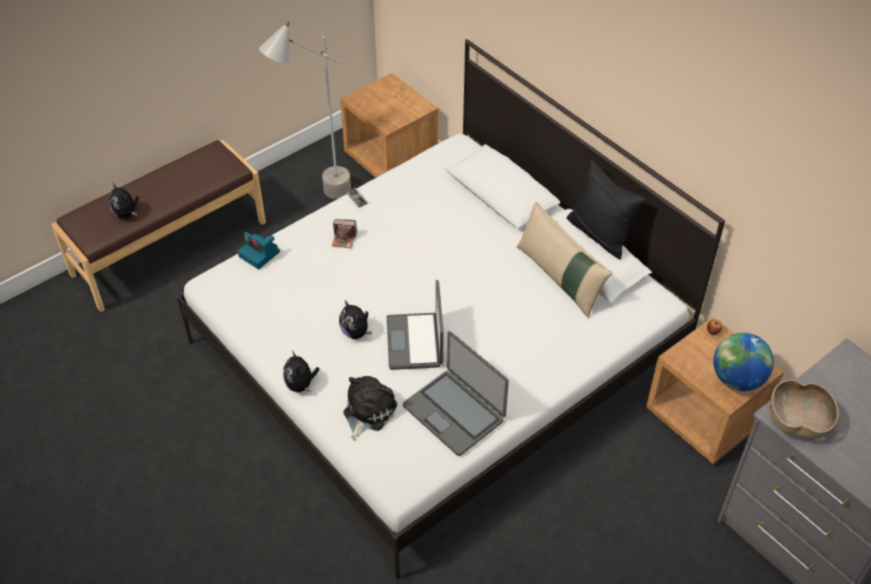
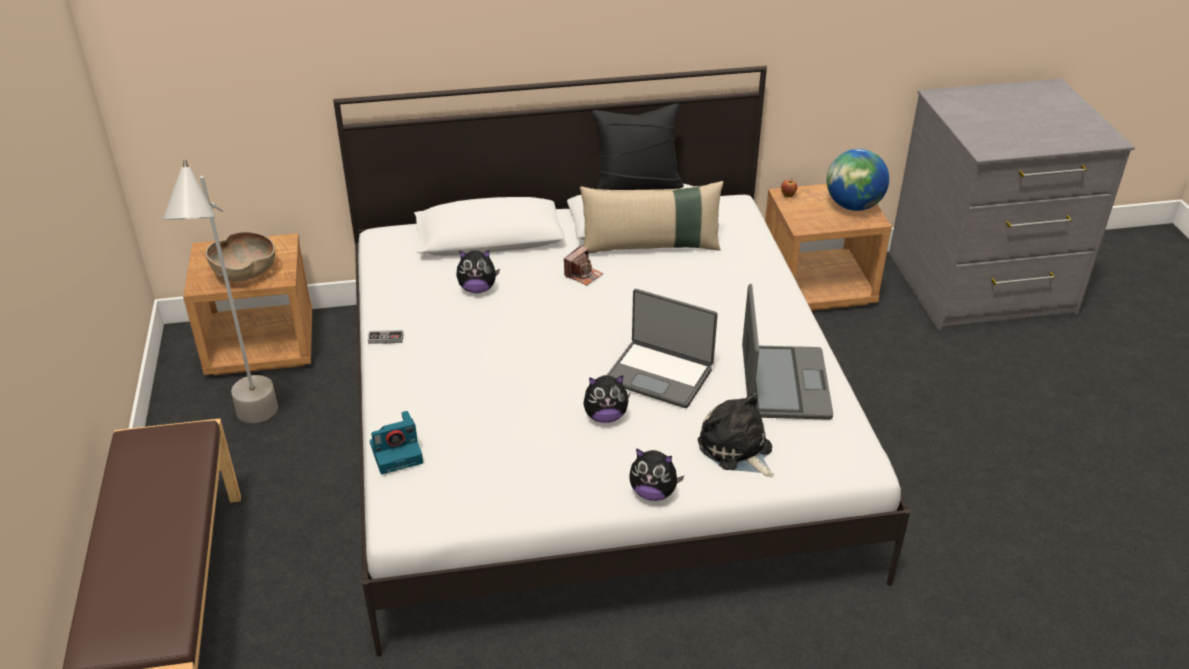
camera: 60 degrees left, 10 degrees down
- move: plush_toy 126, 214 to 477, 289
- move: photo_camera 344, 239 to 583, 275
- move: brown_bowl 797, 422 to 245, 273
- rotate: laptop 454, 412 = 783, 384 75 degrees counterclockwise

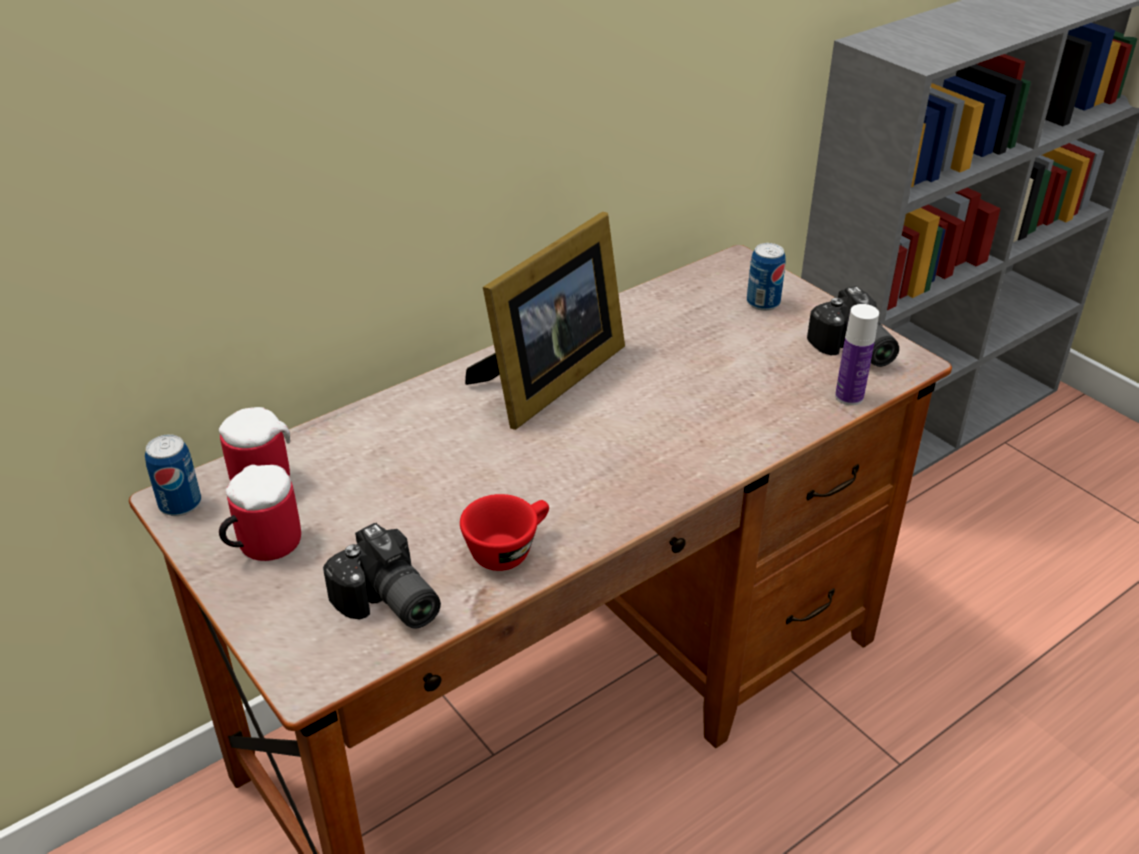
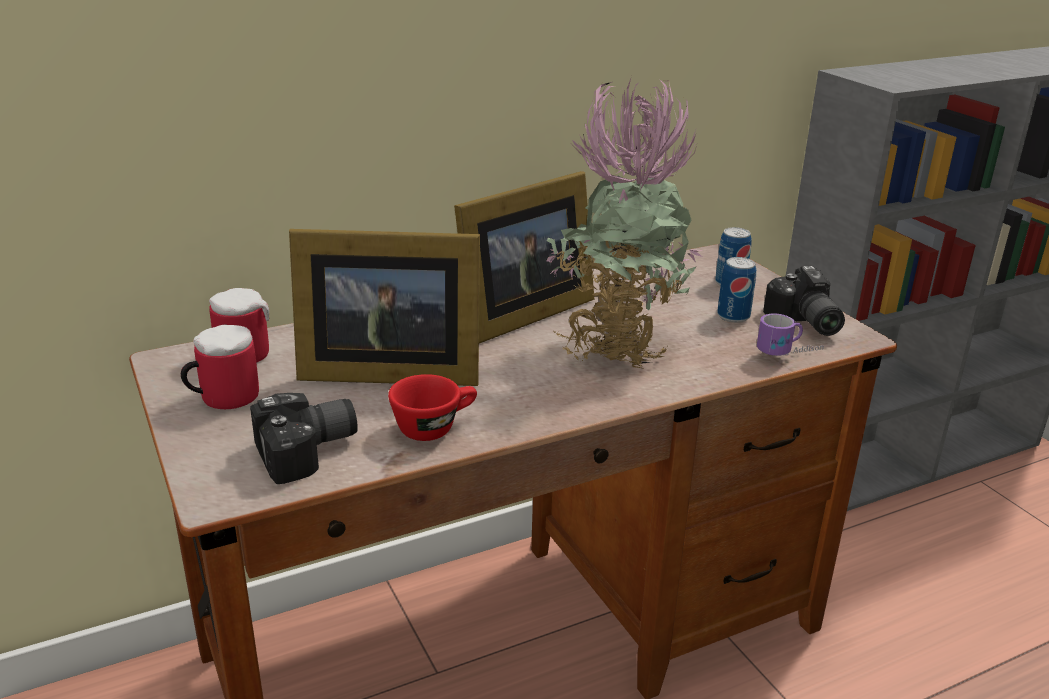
camera: 10 degrees right, 10 degrees down
- insert: picture_frame 384, 370
- insert: potted_plant 615, 346
- move: can 180, 504 to 733, 316
- replace: bottle 849, 397 to mug 790, 355
- rotate: photo_camera 387, 604 = 310, 453 90 degrees counterclockwise

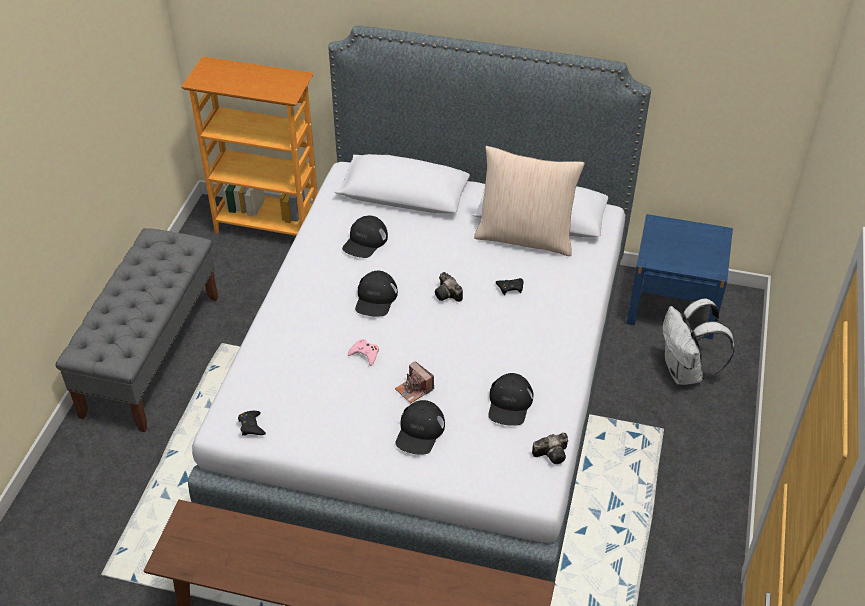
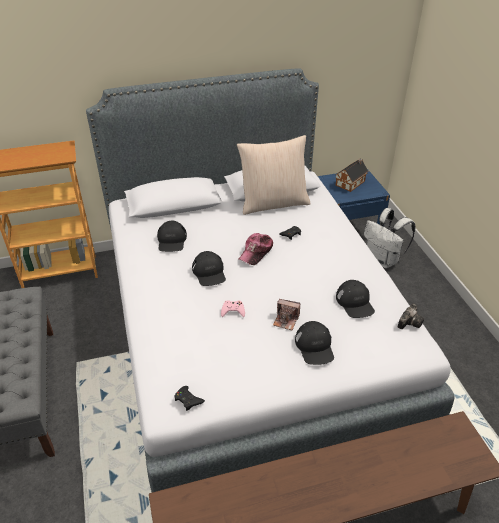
camera: 30 degrees left, 5 degrees down
- insert: toy_house 351, 182
- replace: photo_camera 448, 295 to cap 256, 252

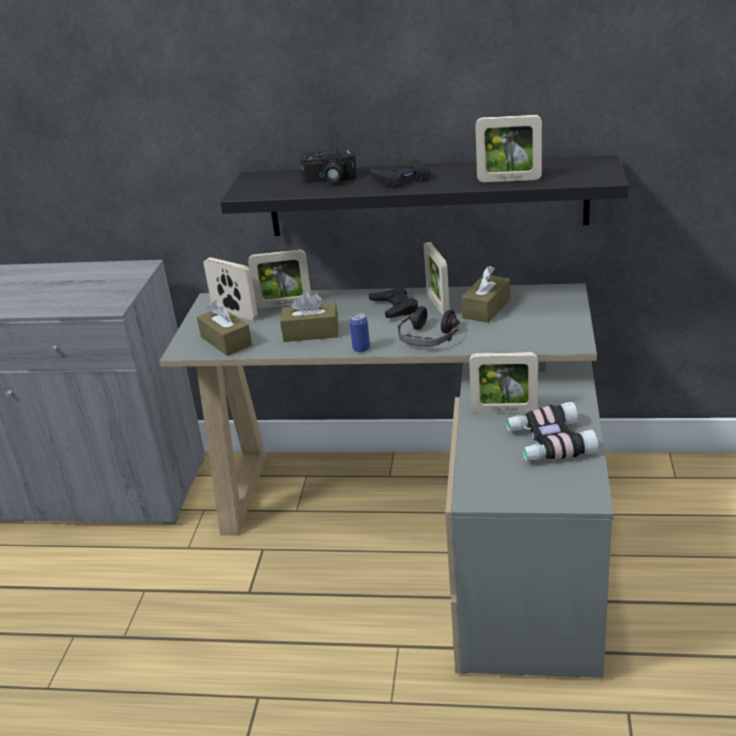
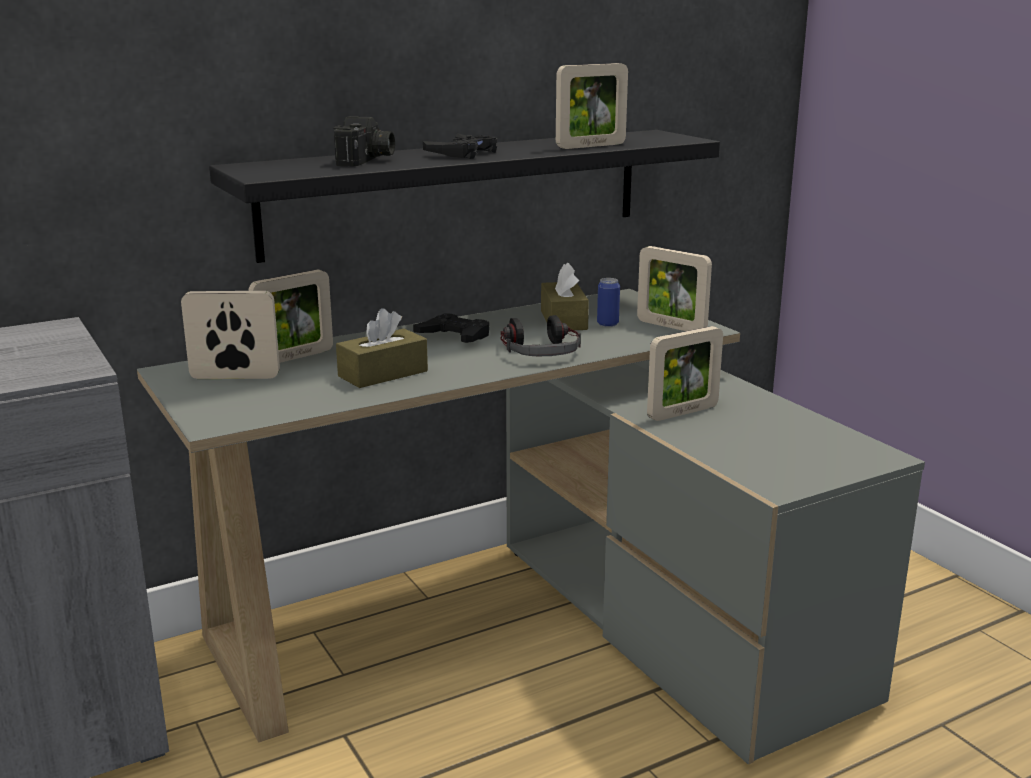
camera: 40 degrees left, 10 degrees down
- delete: brown_tissue_box 226, 341
- delete: binoculars 548, 442
- move: can 361, 348 to 607, 324
- move: picture_frame 438, 304 to 671, 326
- rotate: photo_camera 329, 180 = 366, 160 45 degrees counterclockwise

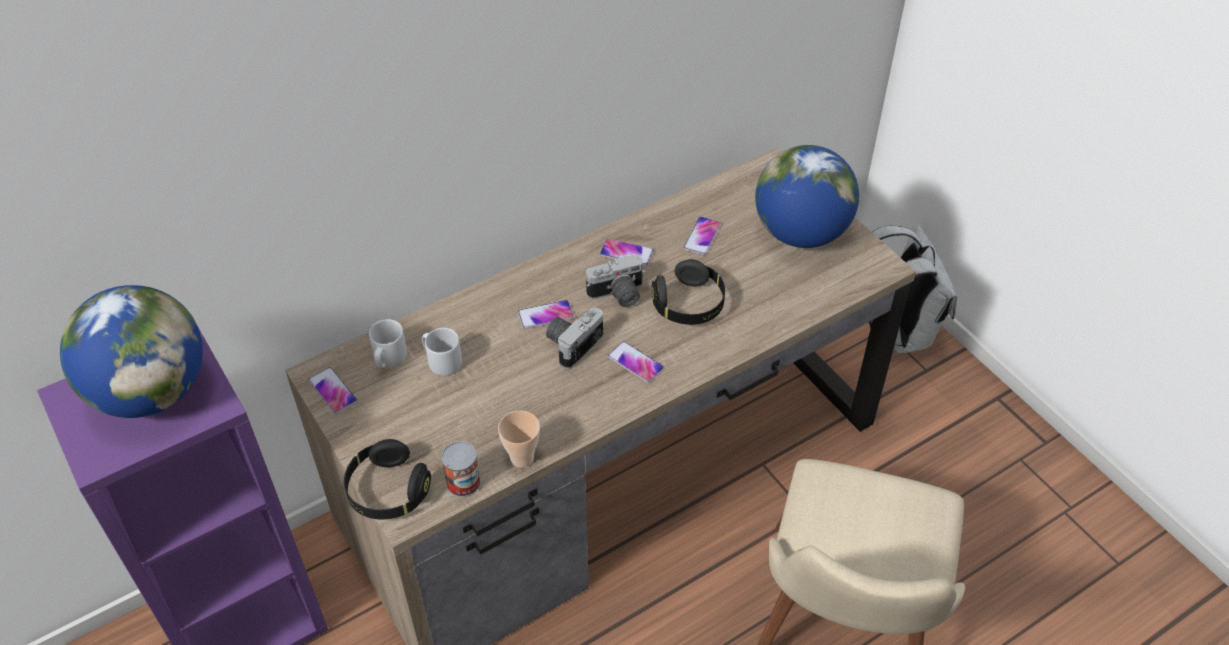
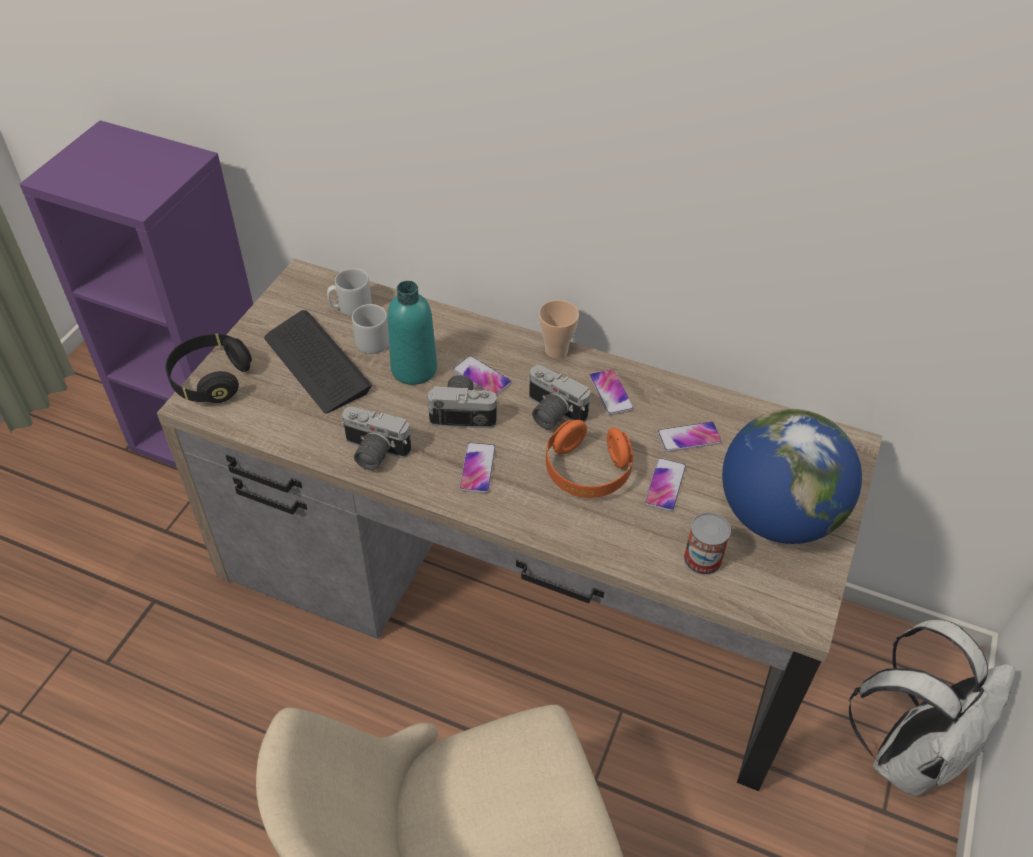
camera: 55 degrees right, 0 degrees up
- delete: globe 151, 392
- insert: keyboard 316, 363
- insert: photo_camera 372, 453
- insert: turquoise_bottle 414, 369
- move: phone 333, 391 to 665, 485
- move: can 463, 482 to 702, 559
- move: cup 522, 458 to 556, 350
- recolor: black_headphones 689, 305 to orange_headphones 587, 472

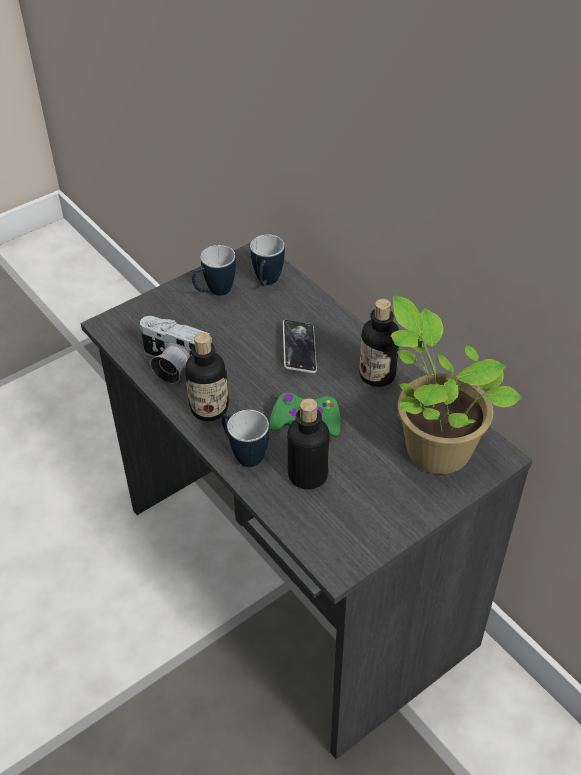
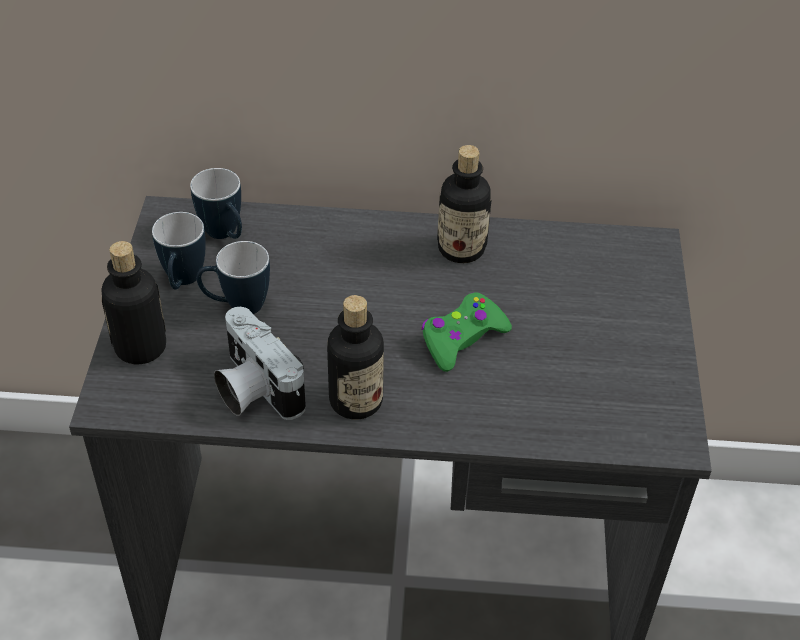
camera: 50 degrees left, 0 degrees up
- delete: phone 299, 349
- delete: potted_plant 433, 447
- move: mug 244, 454 to 237, 306
- move: bottle 308, 475 to 140, 347
- rotate: photo_camera 173, 366 = 253, 389 75 degrees clockwise

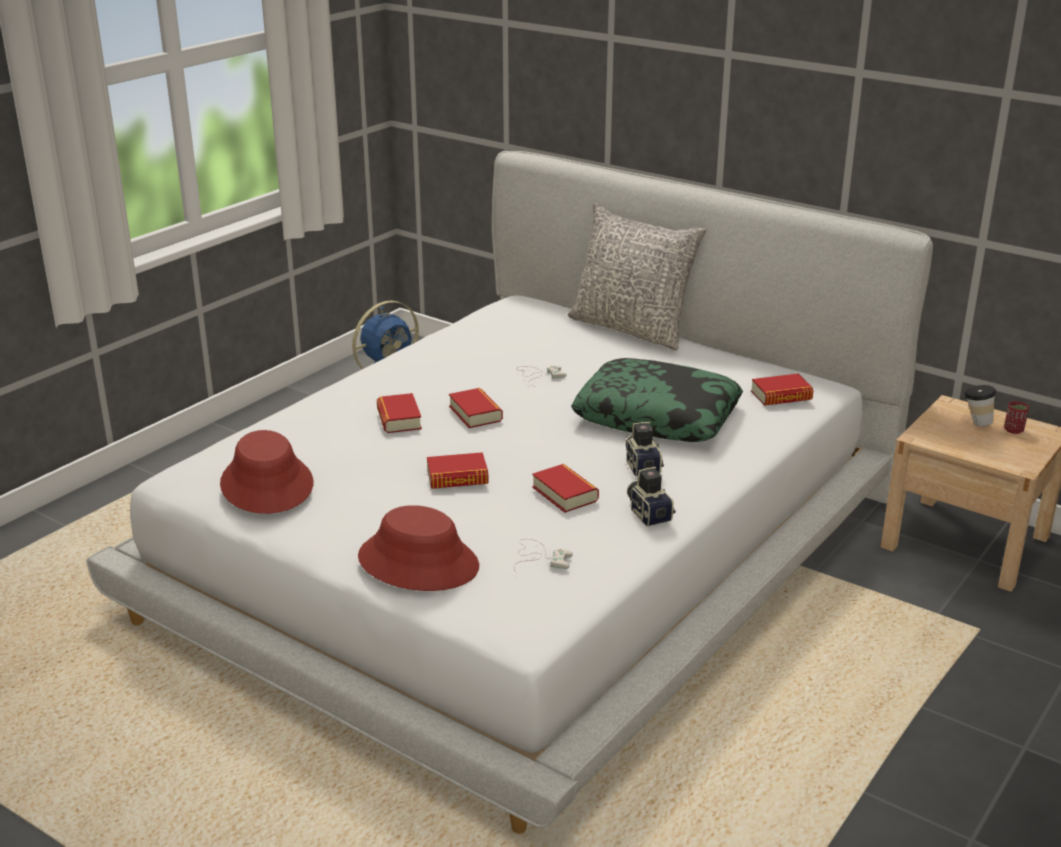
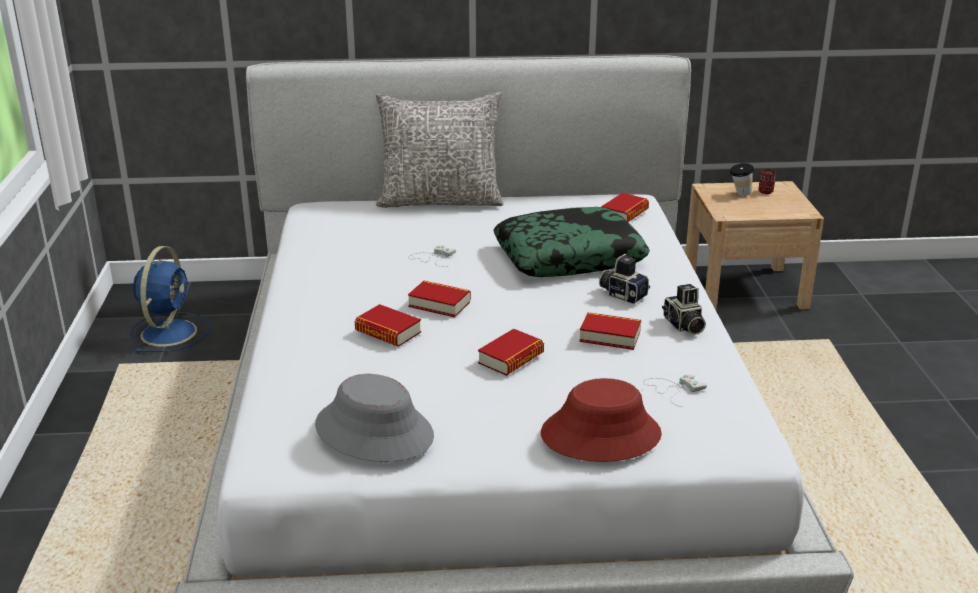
camera: 40 degrees left, 0 degrees up
- recolor: red_hat 267, 484 to grey_hat 374, 431
- rotate: photo_camera 649, 513 = 683, 326 135 degrees counterclockwise

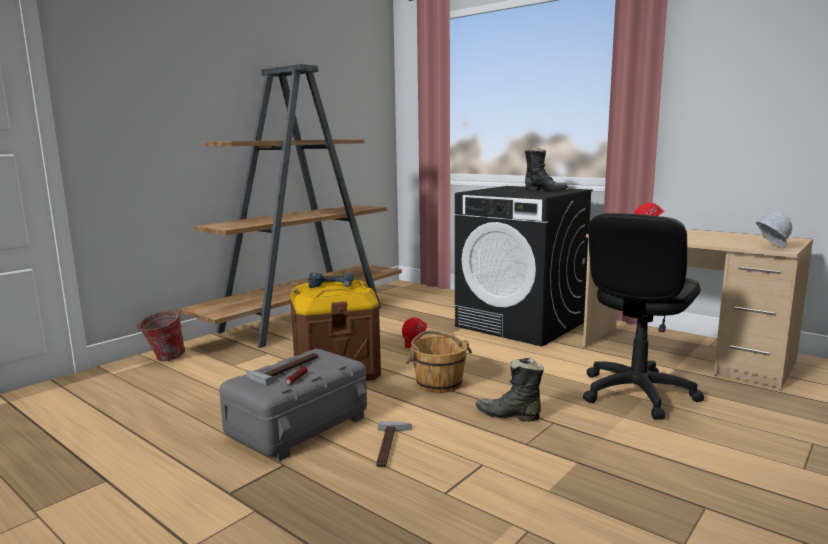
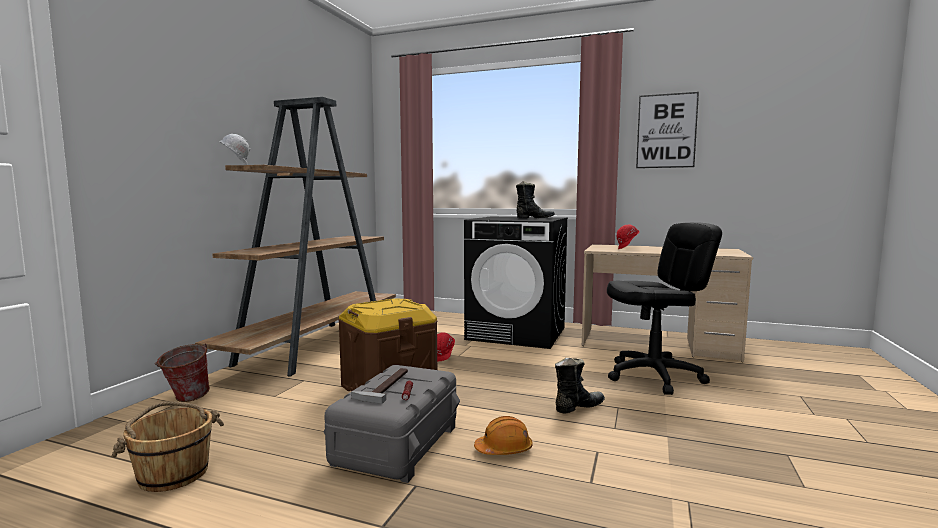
camera: 20 degrees left, 5 degrees down
- delete: power_drill 331, 286
- insert: picture 666, 131
- move: brown_bucket 438, 383 to 173, 473
- move: white_hard_hat 770, 248 to 235, 165
- replace: hammer 390, 446 to orange_hard_hat 504, 449
- rotate: black_boot 508, 415 = 578, 407 150 degrees clockwise
- rotate: black_office_chair 636, 393 = 654, 376 120 degrees counterclockwise

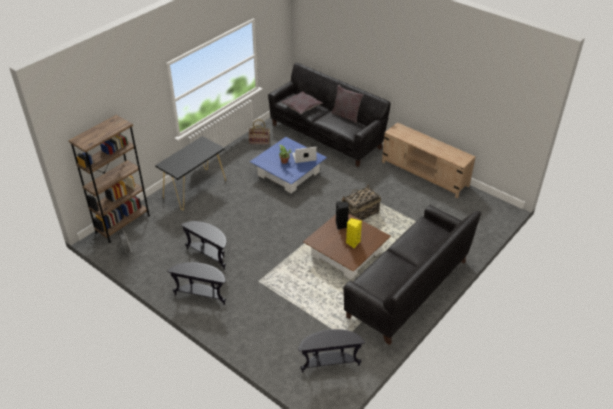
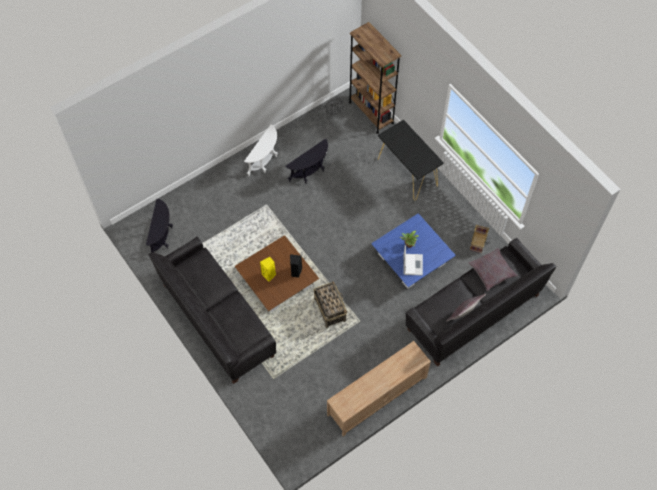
camera: 105 degrees right, 20 degrees up
- recolor: black_side_table 202, 294 to white_side_table 265, 161

